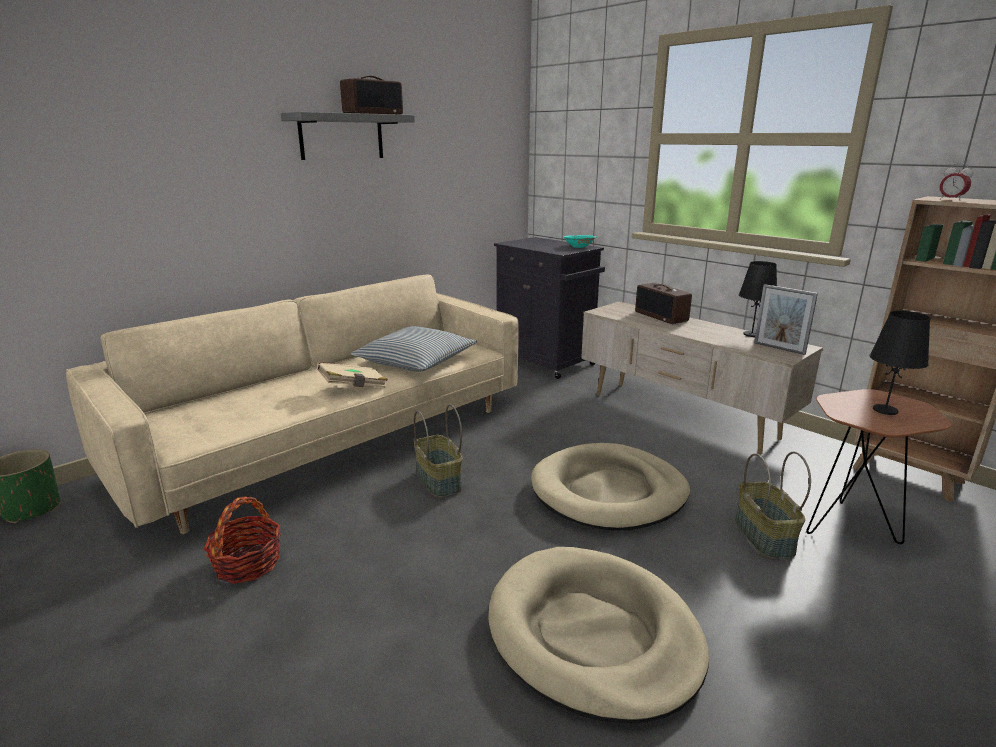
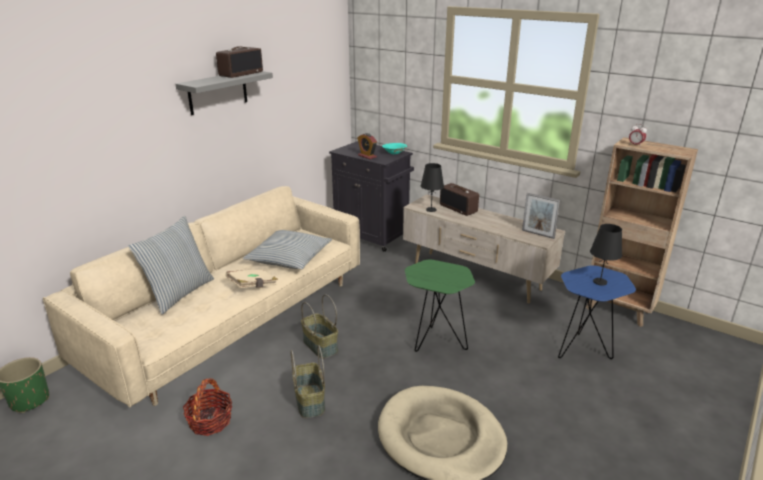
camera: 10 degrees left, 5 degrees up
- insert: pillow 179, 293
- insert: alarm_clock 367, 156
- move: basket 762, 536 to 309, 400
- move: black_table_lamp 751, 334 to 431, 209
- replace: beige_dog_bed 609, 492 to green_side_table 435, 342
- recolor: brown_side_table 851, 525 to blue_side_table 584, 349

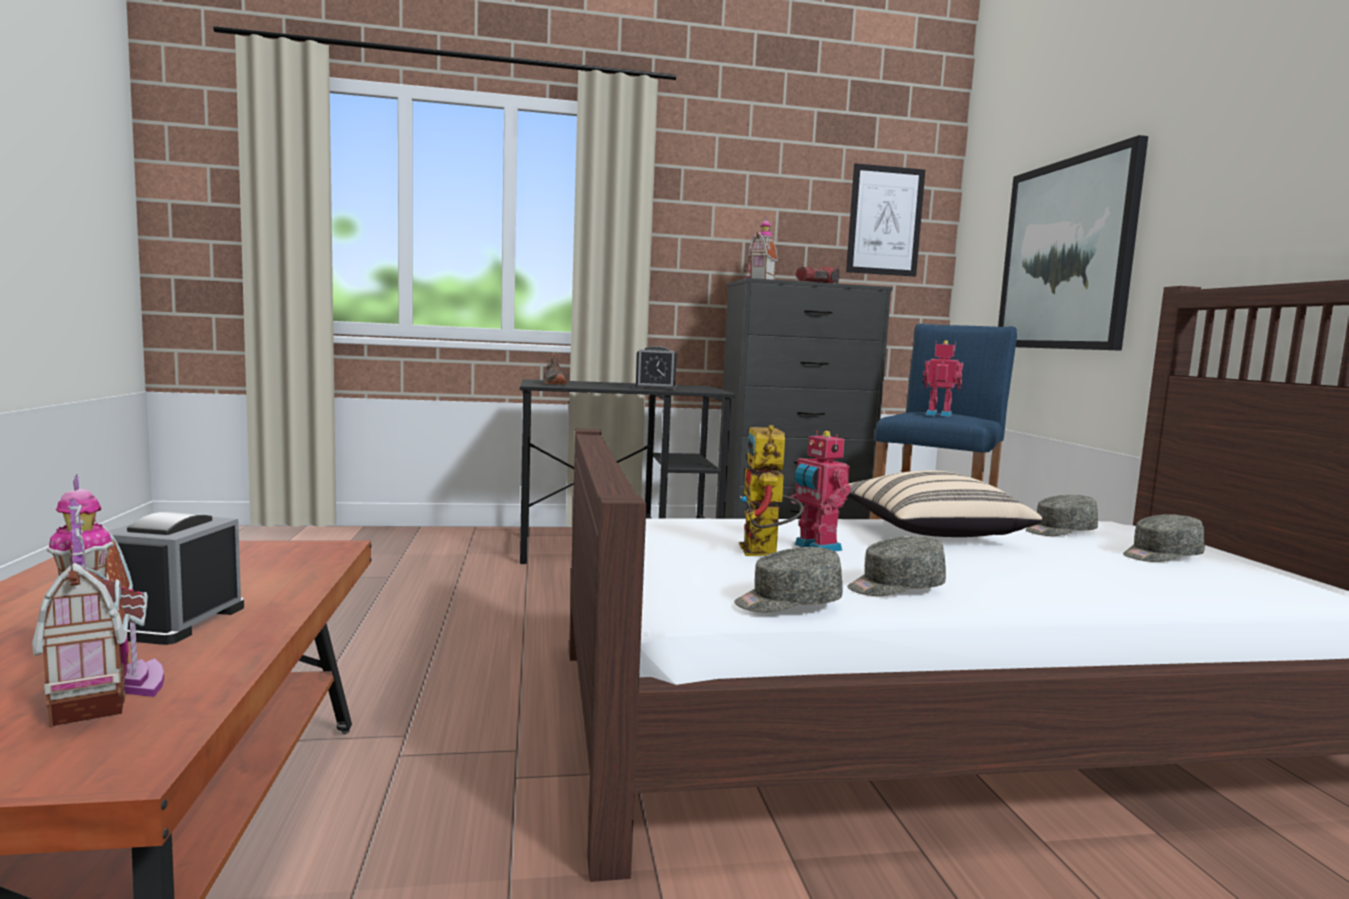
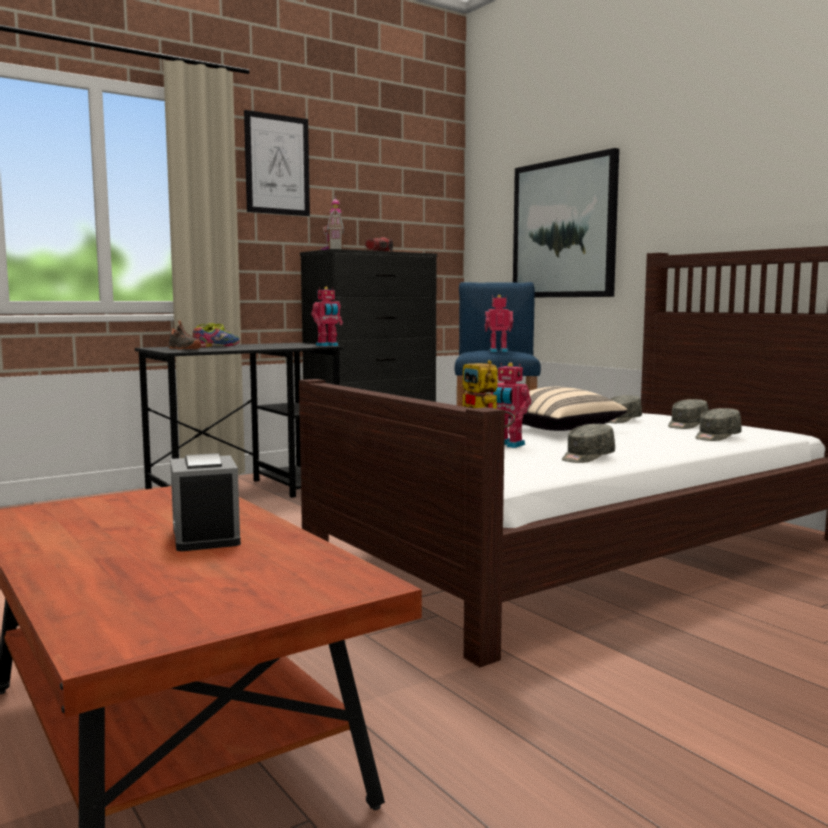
camera: 25 degrees left, 0 degrees up
- delete: toy_house 108, 690
- delete: alarm_clock 655, 388
- insert: shoe 216, 346
- insert: toy_robot 327, 345
- move: grey_cap 787, 603 to 716, 437
- move: picture 885, 221 to 277, 165

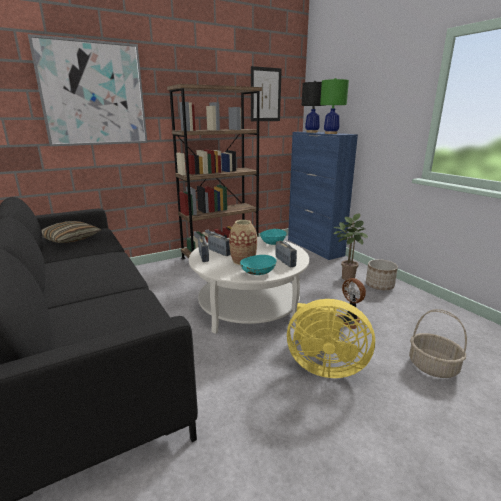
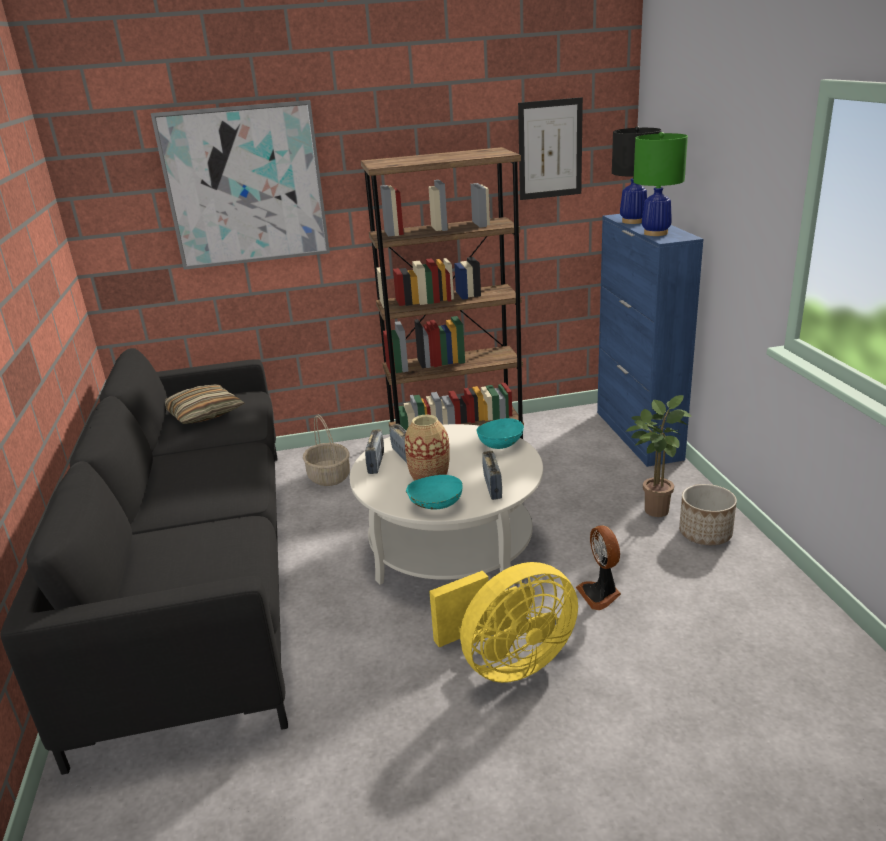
camera: 20 degrees right, 5 degrees up
- move: basket 433, 366 to 329, 477
- rotate: yellow_fan 323, 366 = 508, 663 60 degrees counterclockwise

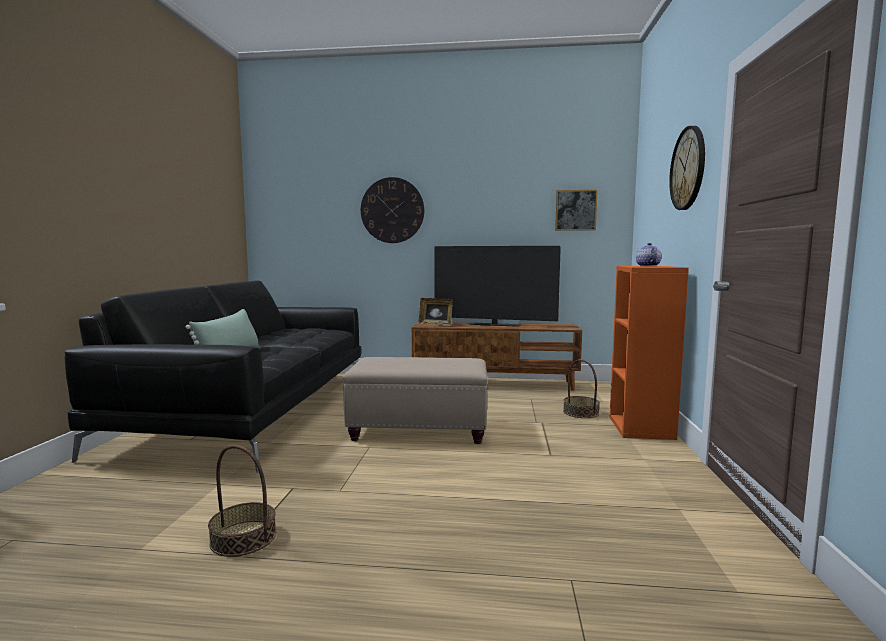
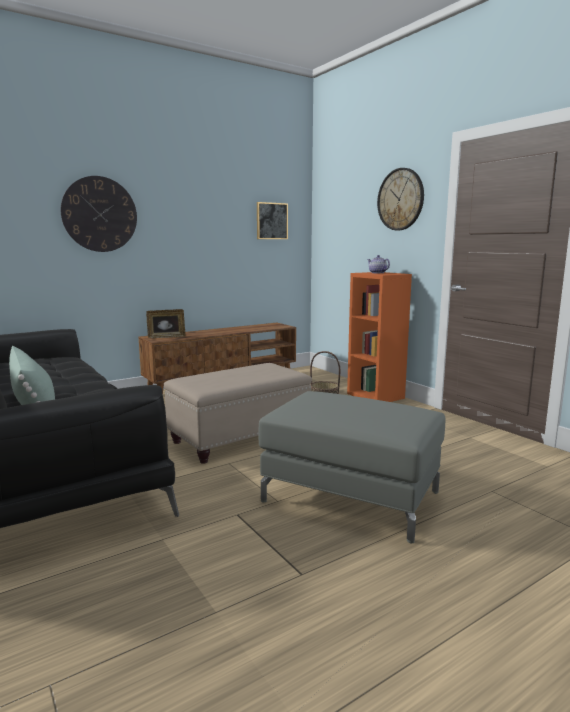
camera: 40 degrees left, 5 degrees up
- delete: basket 243, 538
- delete: television 494, 325
- insert: grey_ottoman 350, 496

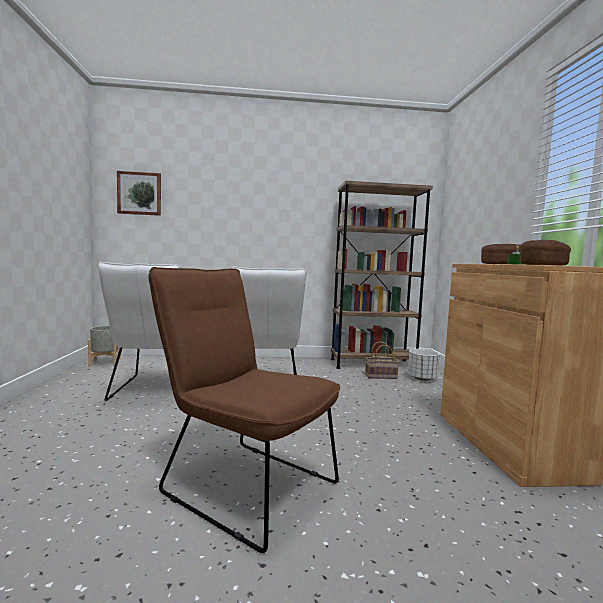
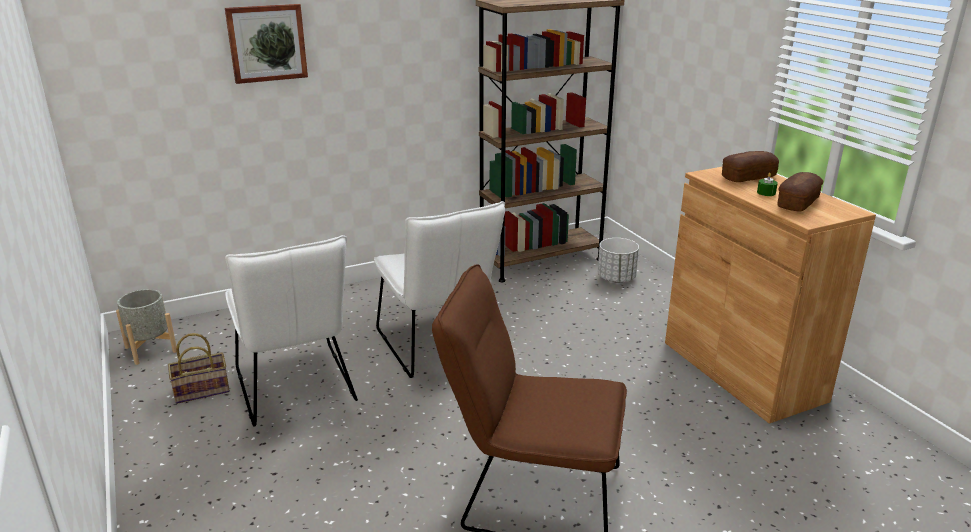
camera: 20 degrees left, 20 degrees up
- move: picture 139, 193 to 267, 43
- move: basket 381, 376 to 203, 389

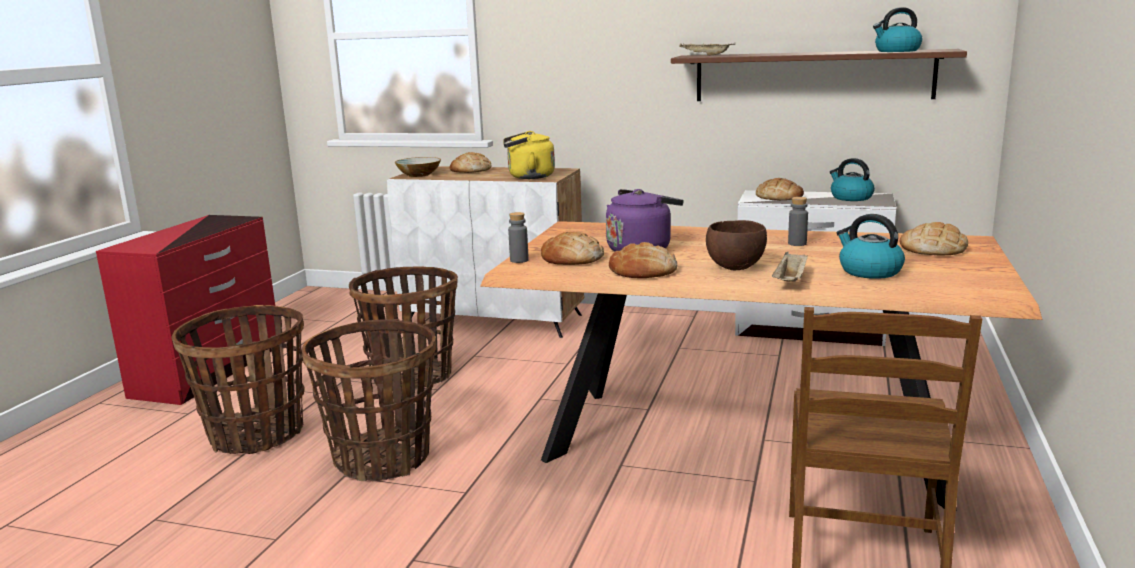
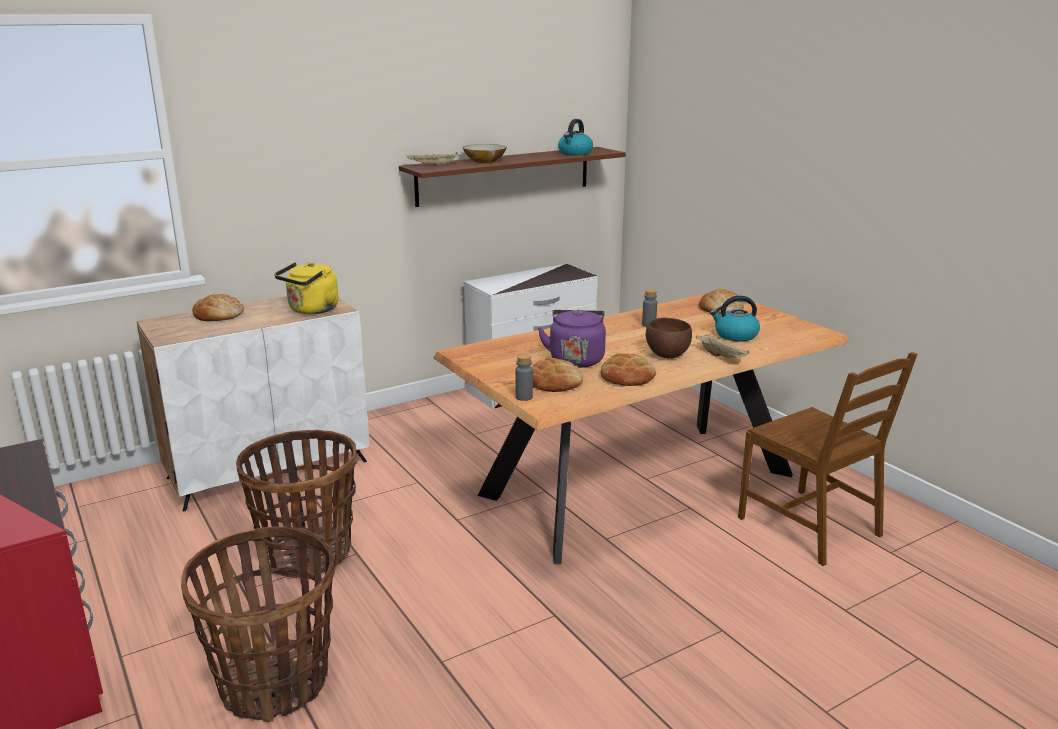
camera: 50 degrees left, 5 degrees up
- delete: basket 382, 458
- delete: bread 779, 197
- delete: kettle 850, 197
- move: bowl 418, 175 to 484, 161

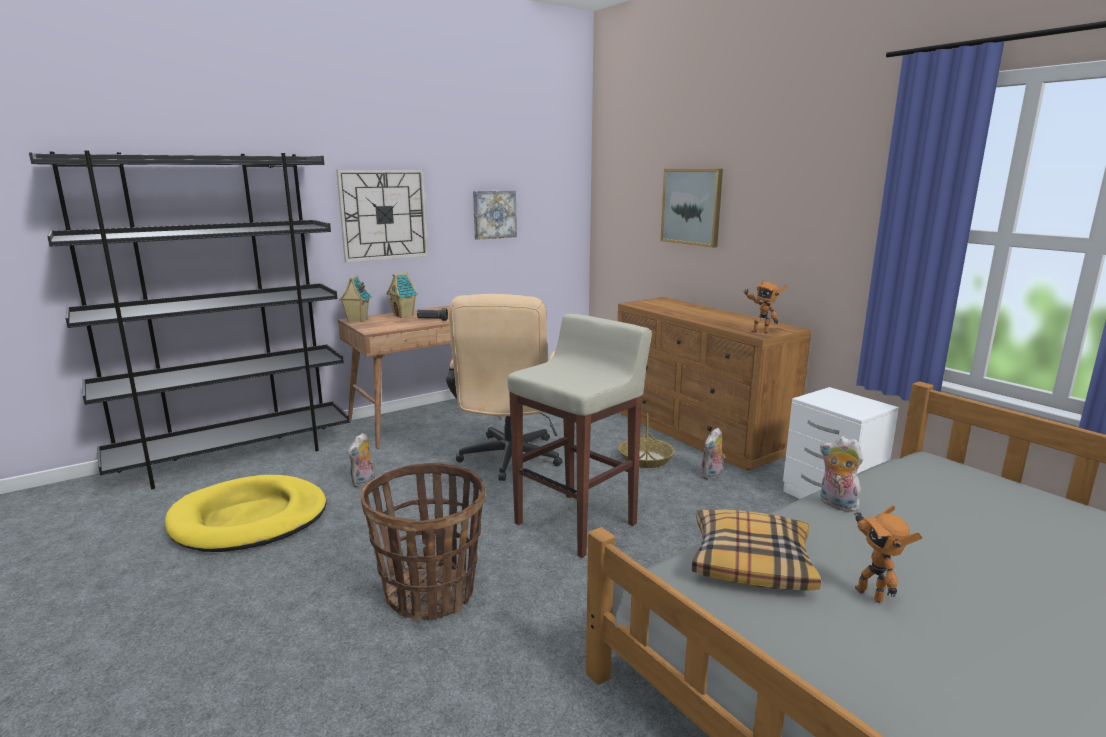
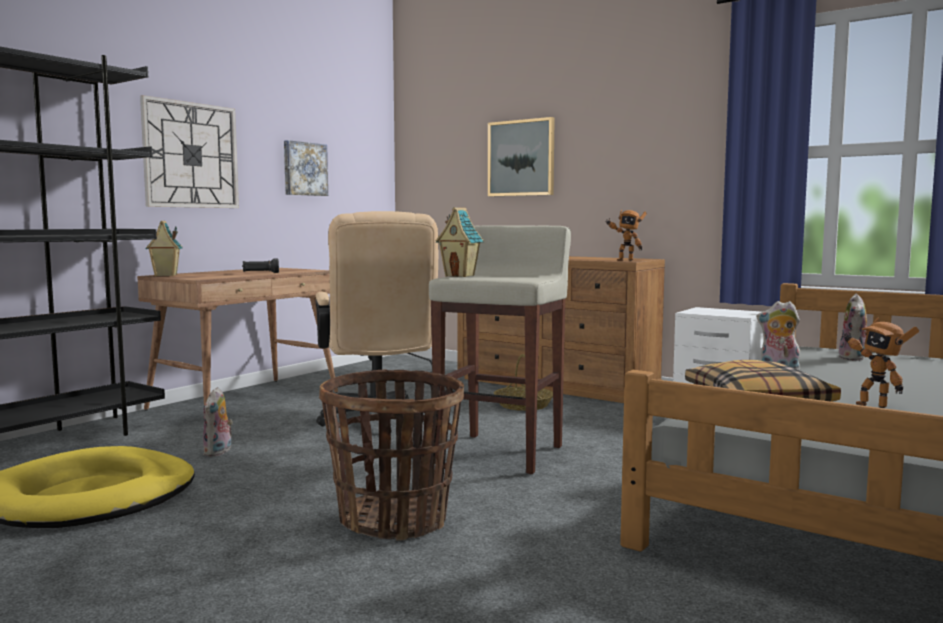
camera: 20 degrees left, 10 degrees down
- move: toy_house 404, 315 to 460, 276
- move: plush_toy 712, 476 to 854, 358

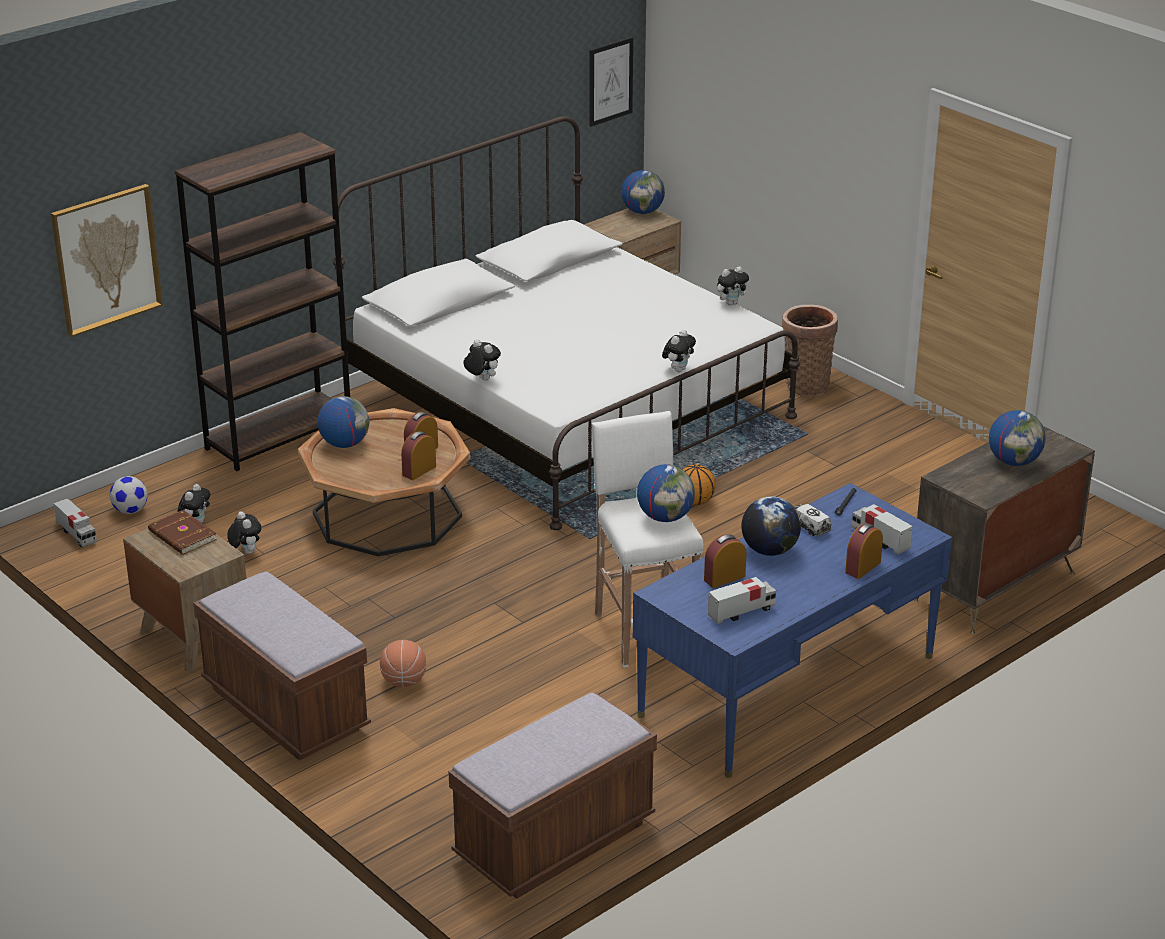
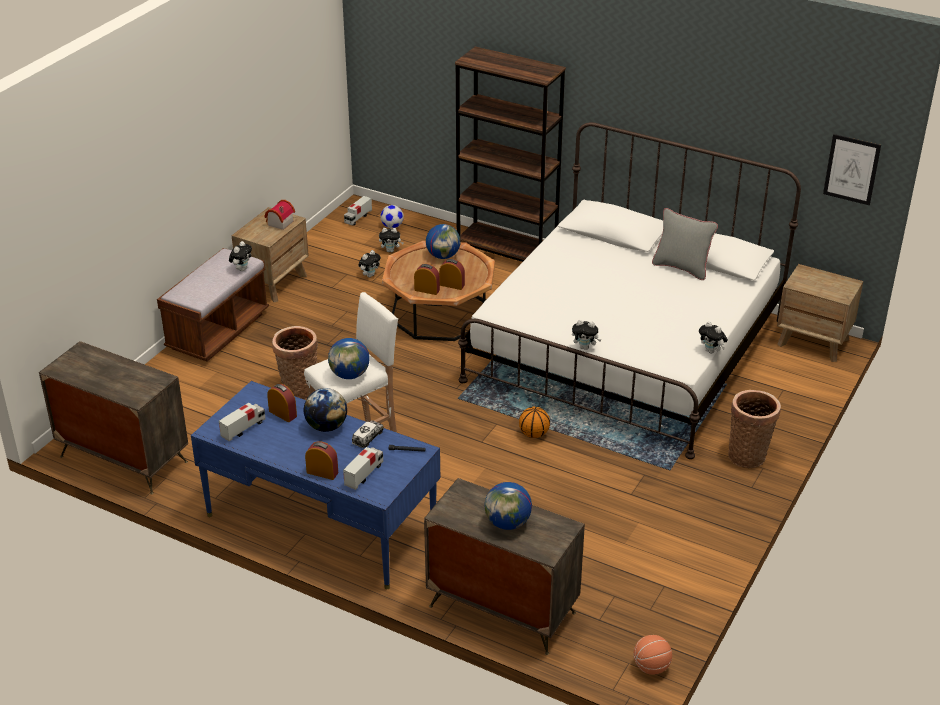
camera: 70 degrees right, 5 degrees up
- delete: picture 106, 259
- delete: globe 642, 212
- insert: basket 298, 389
- insert: grey_pillow 681, 268
- move: basketball 403, 682 to 651, 667
- move: plush_toy 482, 379 to 242, 269
- replace: brown_book 181, 536 to toy_house 278, 223
- replace: brown_bench 554, 841 to dresser 123, 458
- rotate: toy_truck 742, 612 = 243, 428 90 degrees counterclockwise

